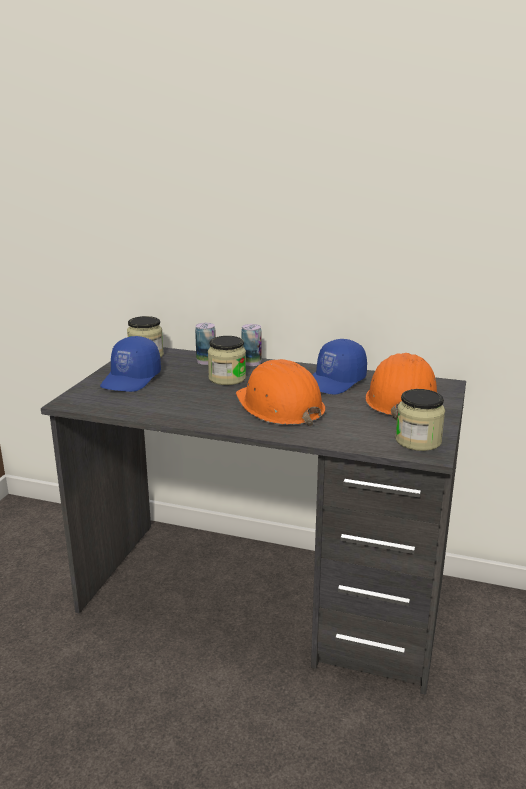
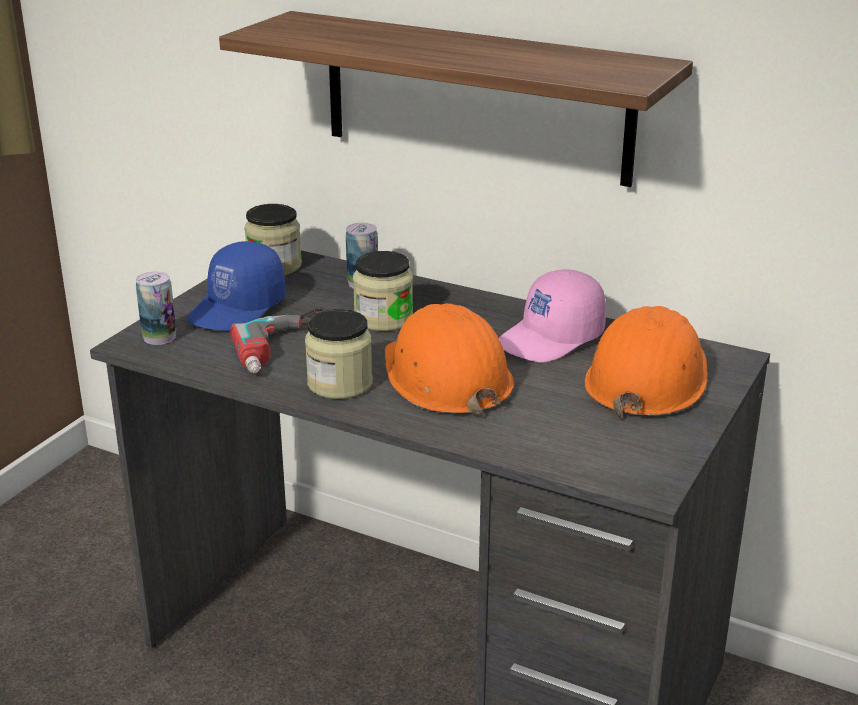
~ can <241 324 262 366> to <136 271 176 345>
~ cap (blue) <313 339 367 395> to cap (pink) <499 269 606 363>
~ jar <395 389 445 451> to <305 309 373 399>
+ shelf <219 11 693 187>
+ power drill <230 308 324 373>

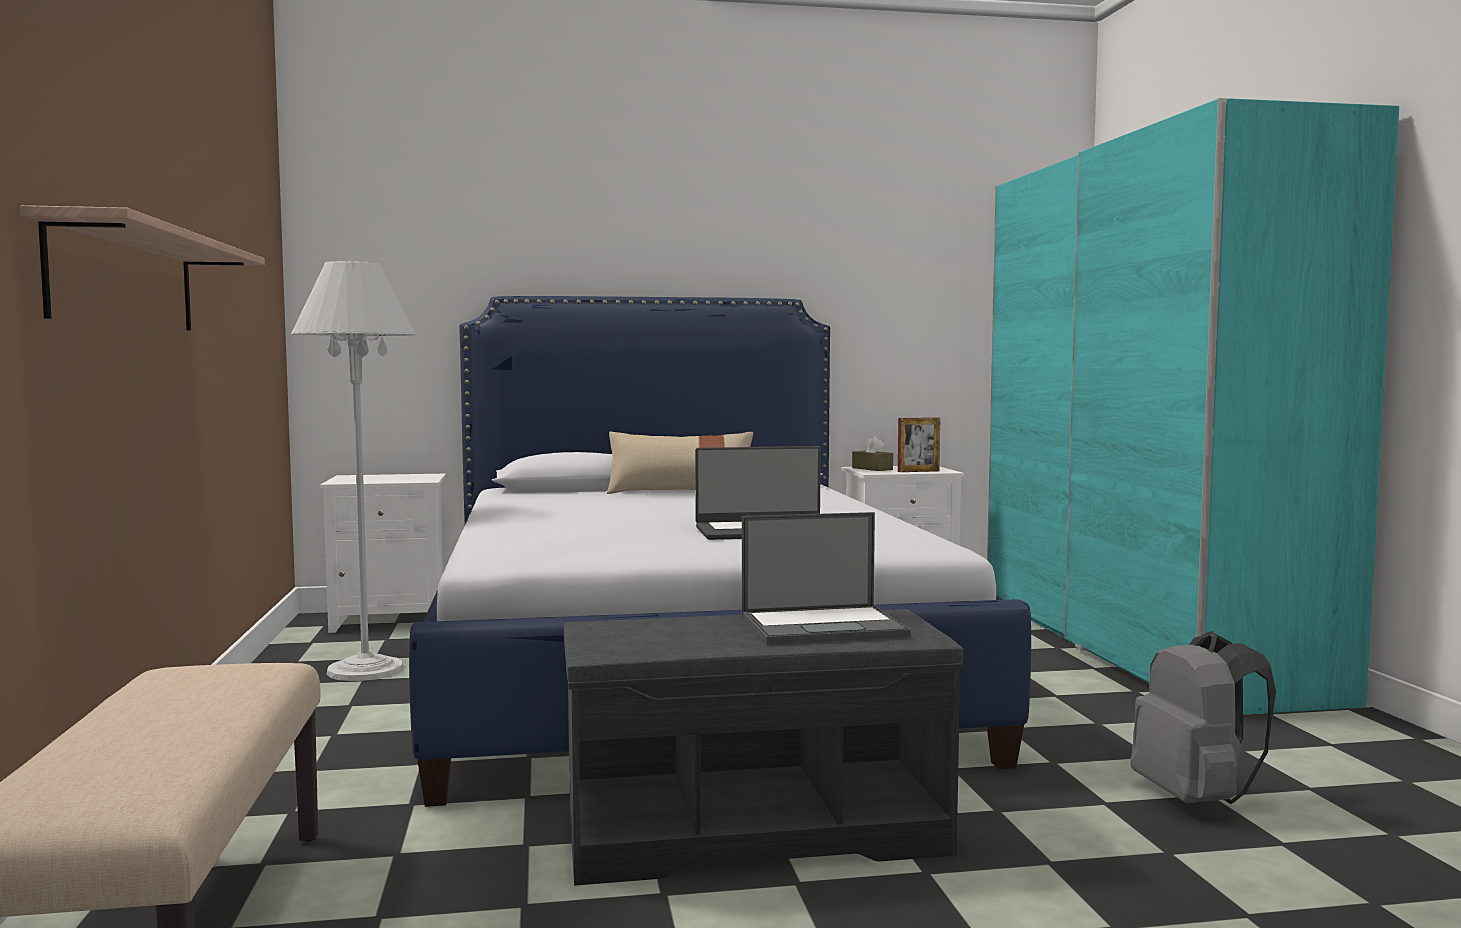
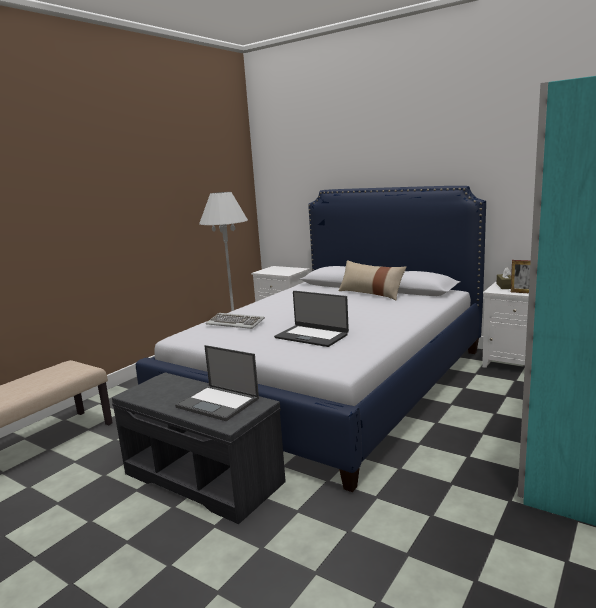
- shelf <20 205 265 331>
- backpack (grey) <1130 631 1276 804>
+ keyboard <206 313 265 329>

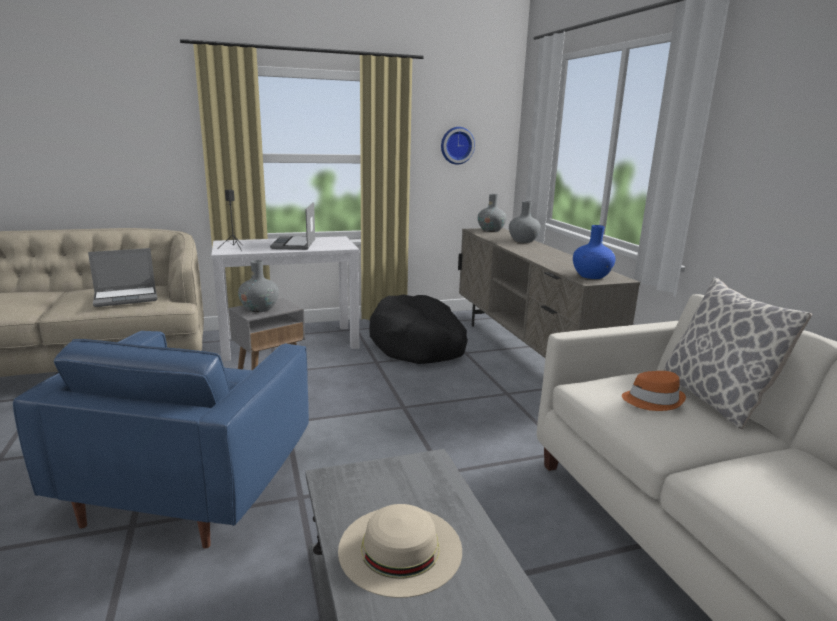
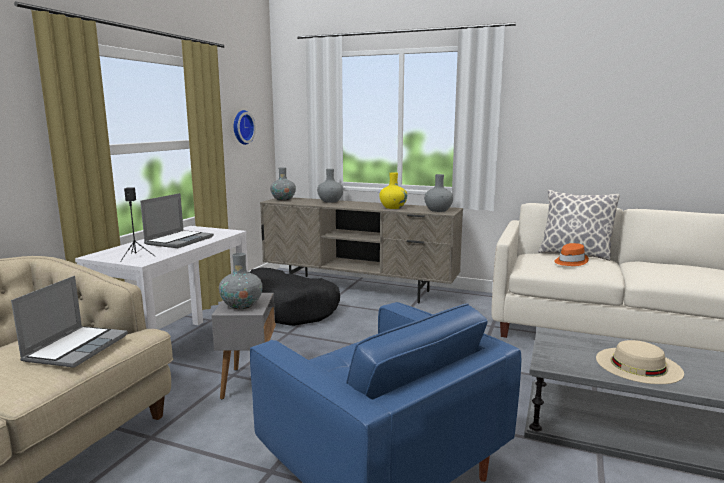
~ laptop <270 202 315 250> = <140 193 214 248> 105 degrees counterclockwise
~ vase (blue) <573 225 615 279> to vase (grey) <424 174 453 212>
+ vase (yellow) <379 172 407 209>

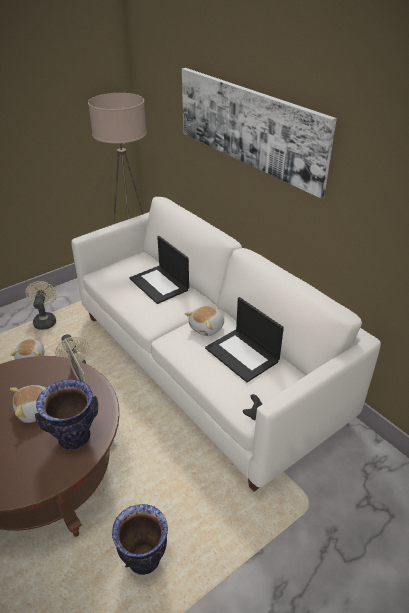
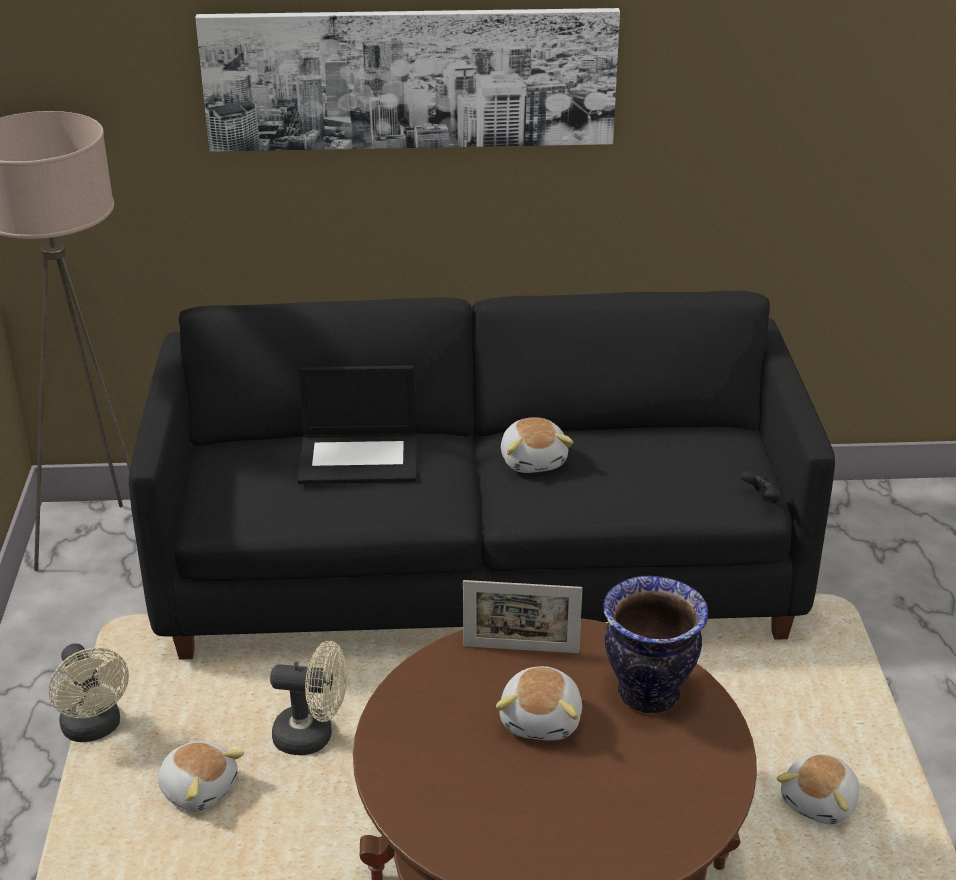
~ sofa (white) <71 197 381 492> to sofa (black) <129 291 835 660>
~ fan (beige) <26 281 56 330> = <49 643 129 742> 150 degrees counterclockwise
- laptop <205 297 284 382>
~ vase <112 504 168 575> to plush toy <777 754 859 825>

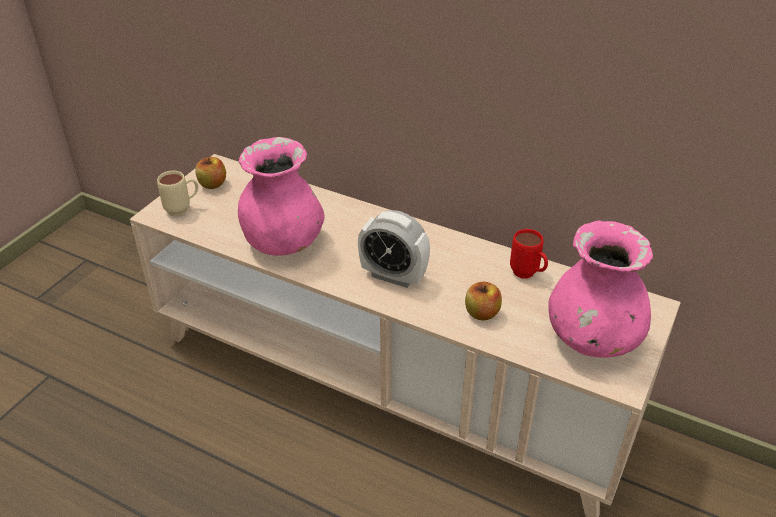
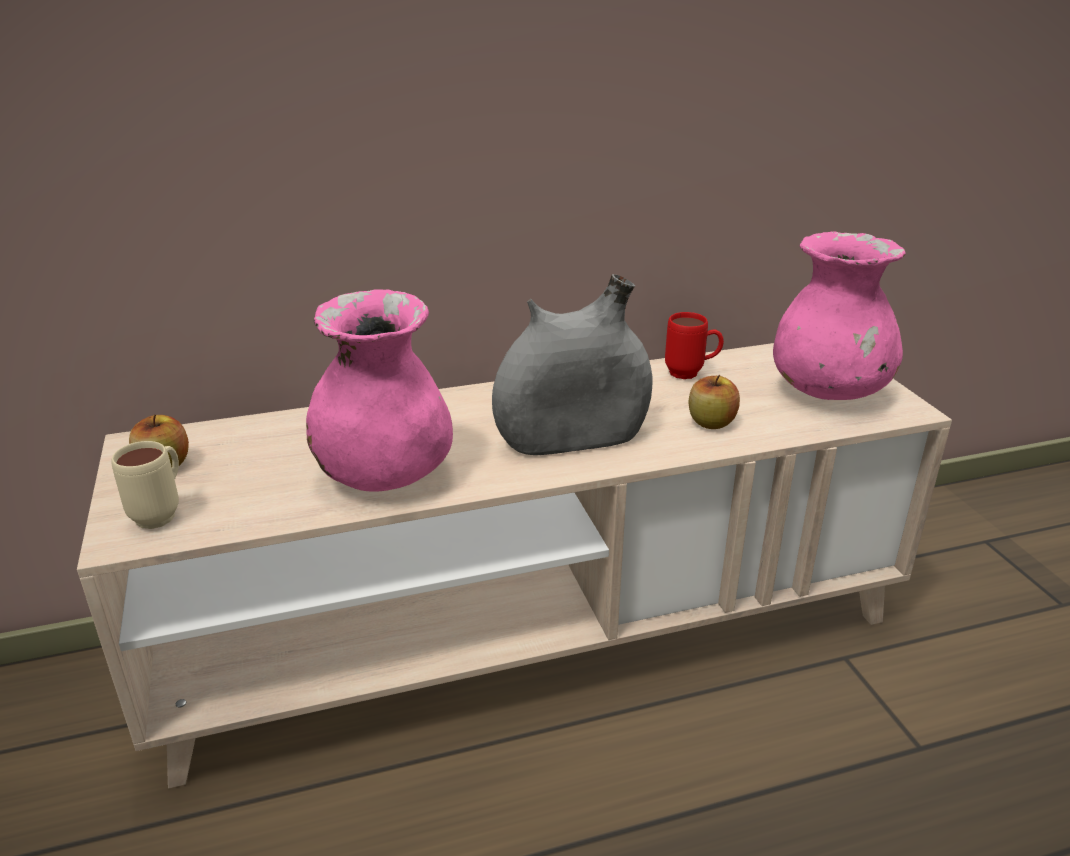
~ alarm clock <358 210 430 288> to vase (grey) <492 274 652 455>

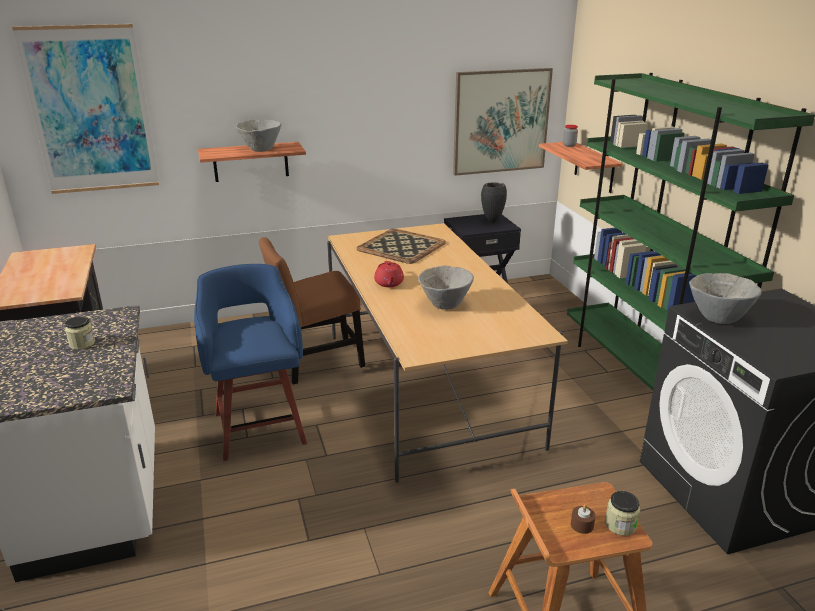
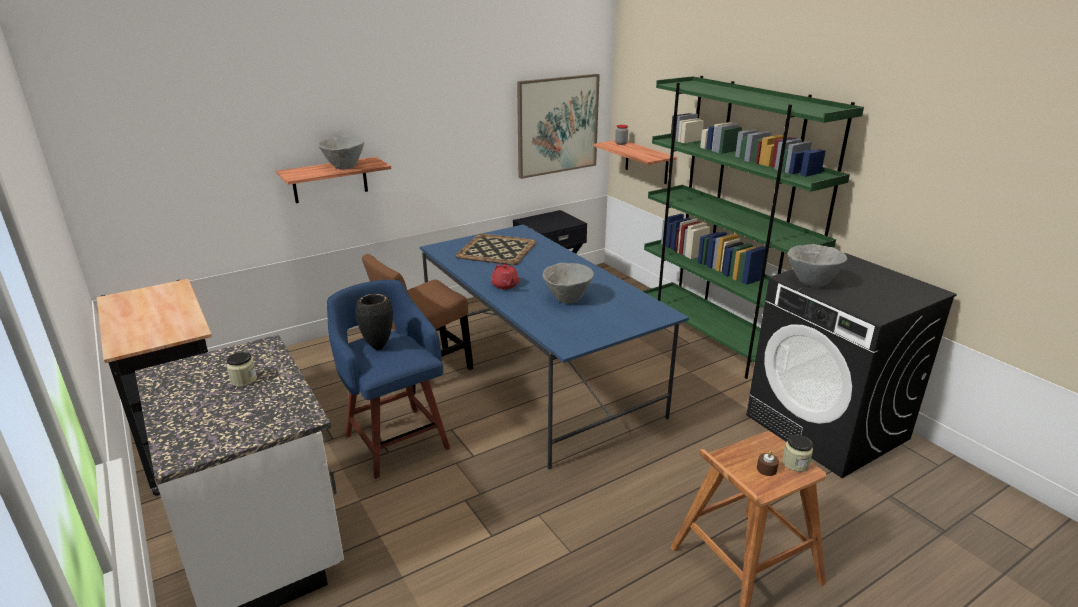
- picture <12 24 159 194>
~ vase (black) <481 182 507 223> to <355 294 393 350>
~ dining table (beige) <327 223 568 483> to dining table (blue) <420 224 689 469>

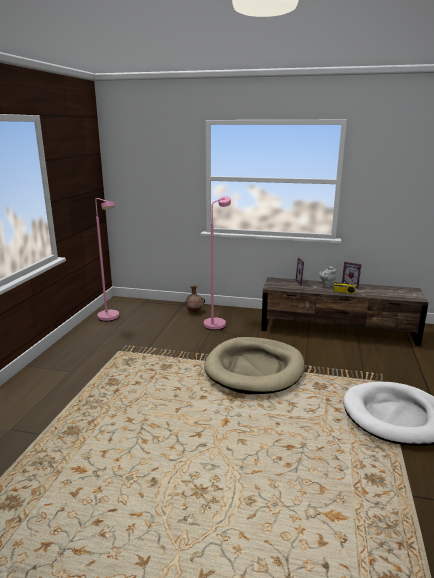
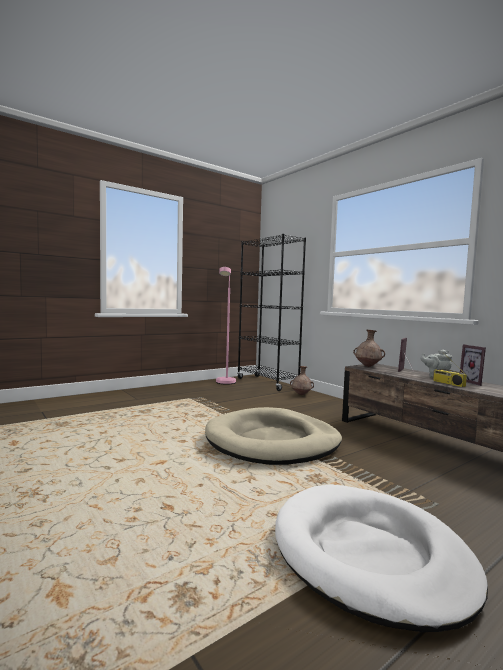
- floor lamp (pink) <204 196 231 330>
+ bookcase (black) <237 234 306 391>
+ vase (brown) <353 330 385 367>

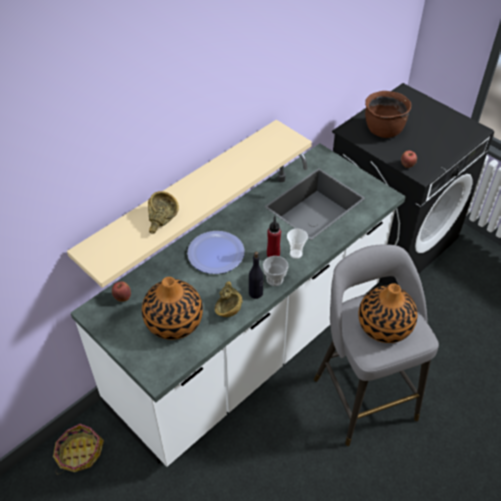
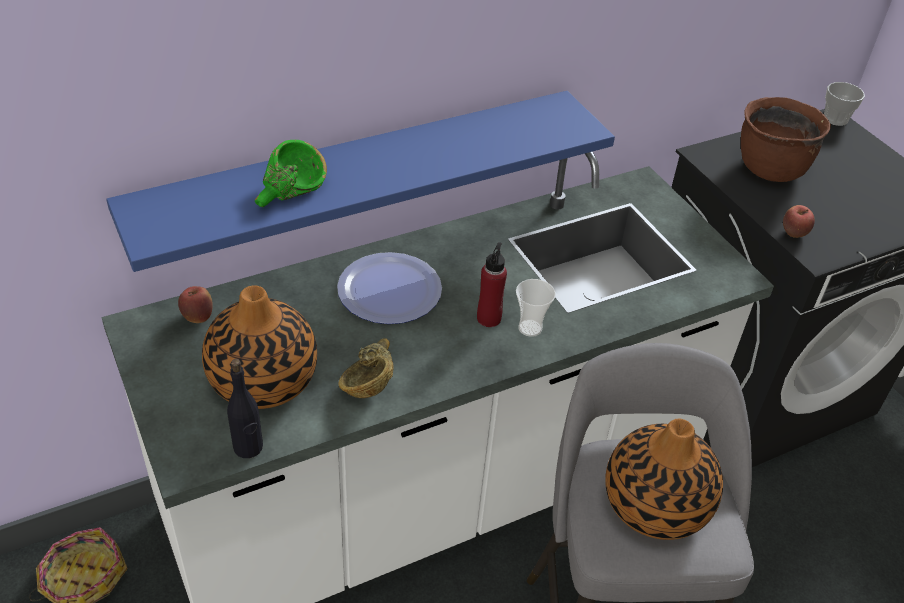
~ shelf (beige) <67 120 312 288> to shelf (blue) <106 91 615 272>
~ bowl (brown) <148 191 179 234> to bowl (green) <255 140 327 207>
~ bottle (black) <249 251 264 299> to <227 359 263 458>
~ cup <263 256 288 286> to <824 82 865 126>

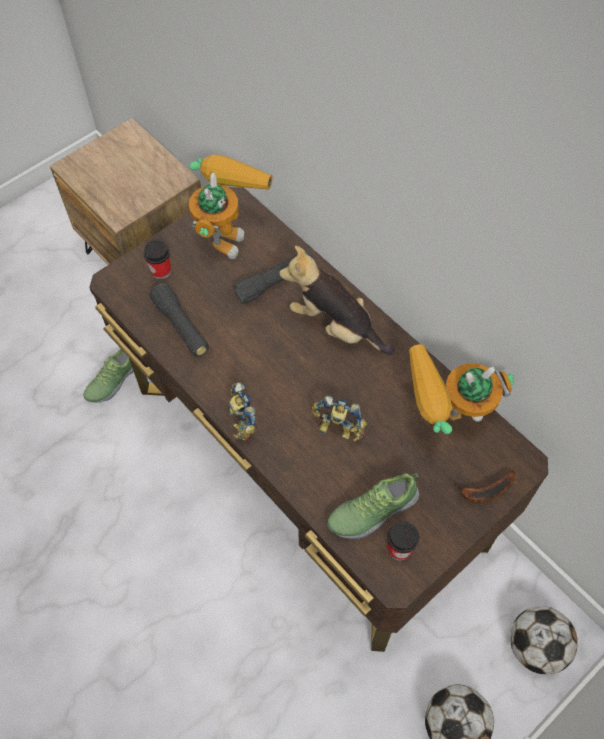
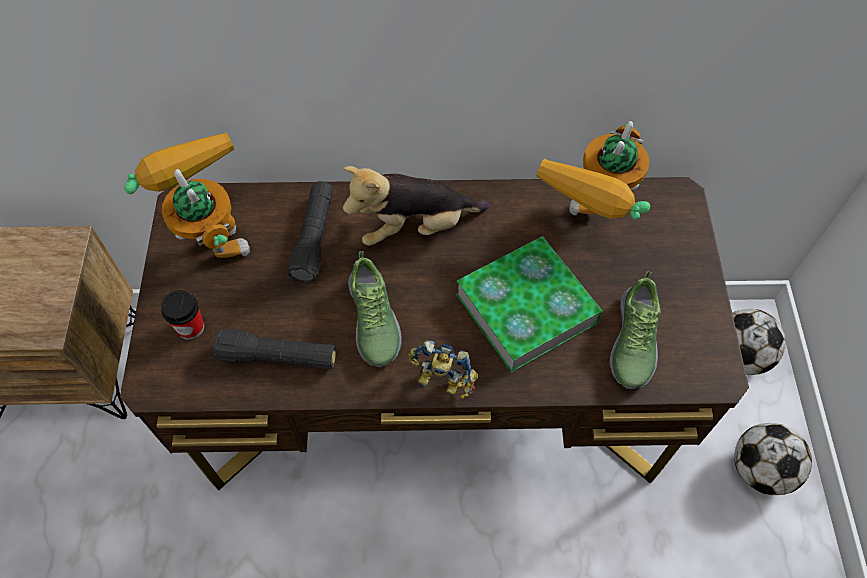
~ shoe <83 349 134 403> to <348 251 402 367>
~ toy robot <312 396 367 442> to book <456 237 603 373>
- banana <452 470 515 502>
- cup <387 521 419 561>

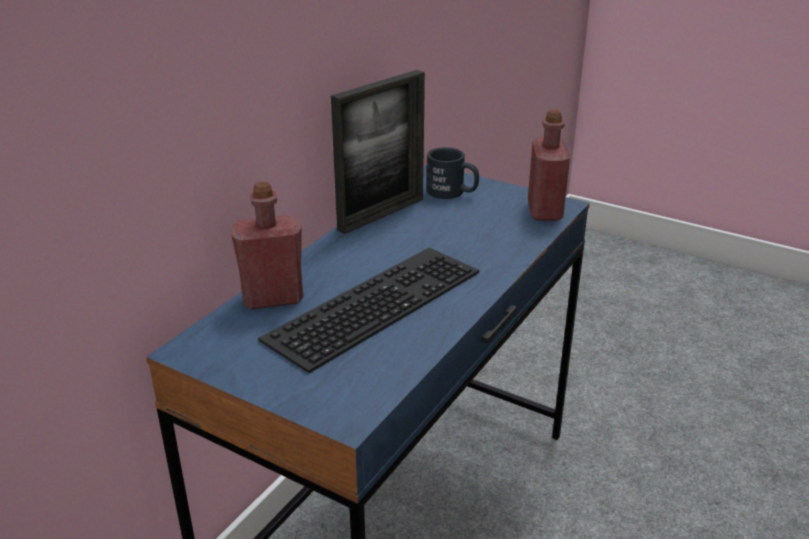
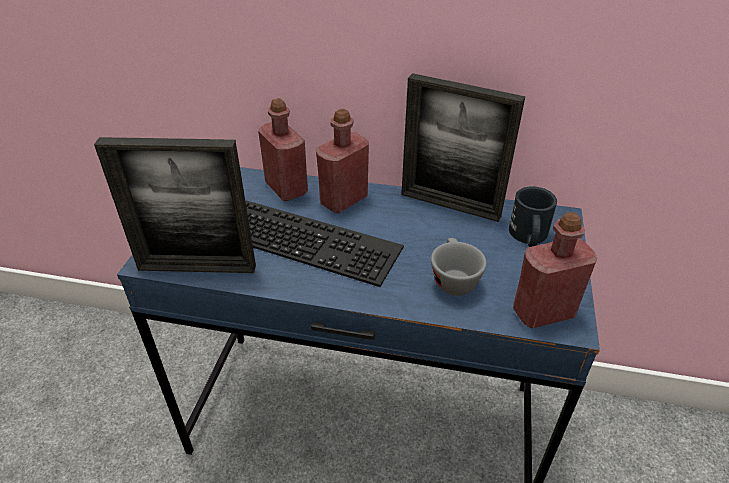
+ bottle (red) <316 109 369 213>
+ picture frame <94 137 256 273>
+ cup (grey) <431 238 487 296>

